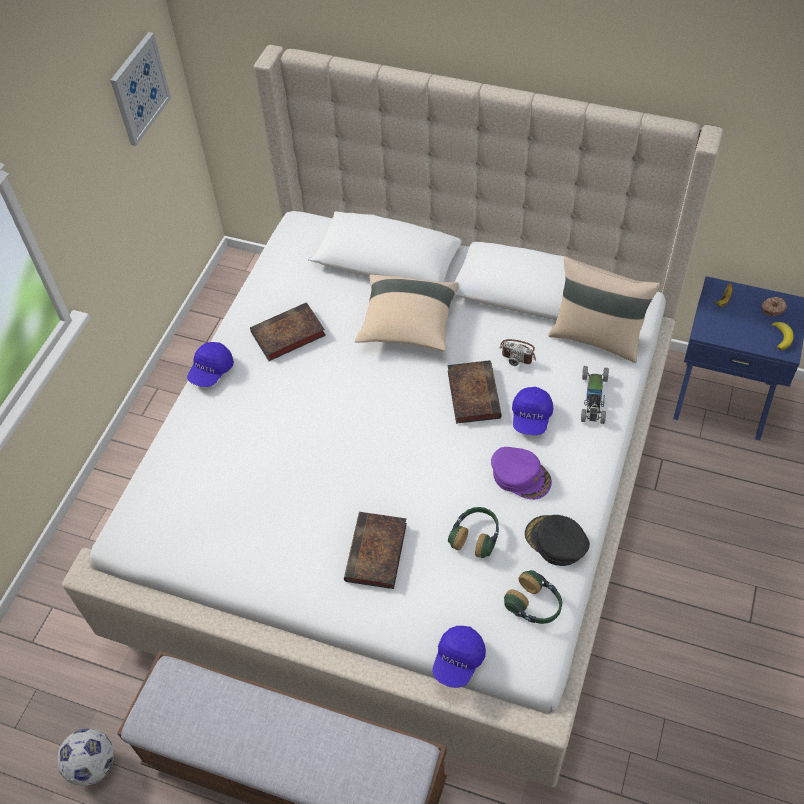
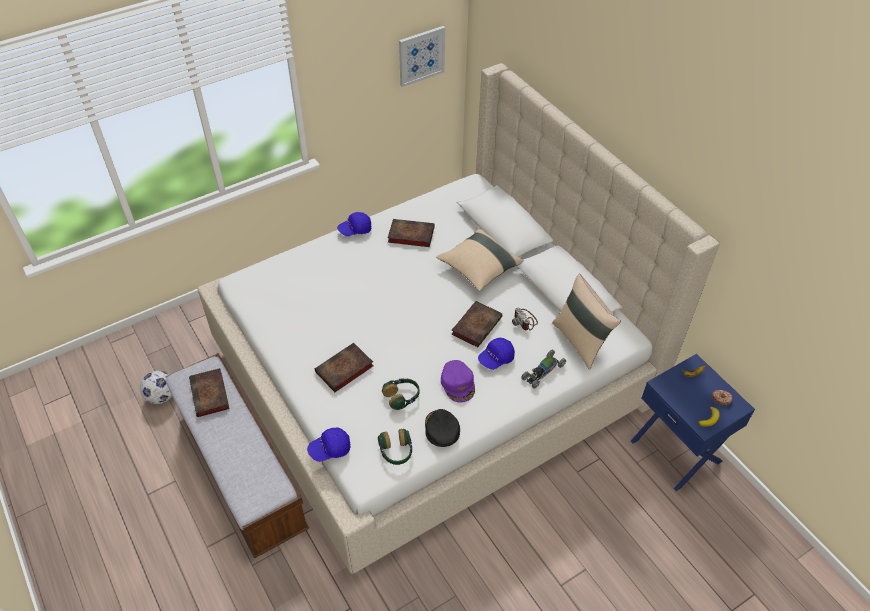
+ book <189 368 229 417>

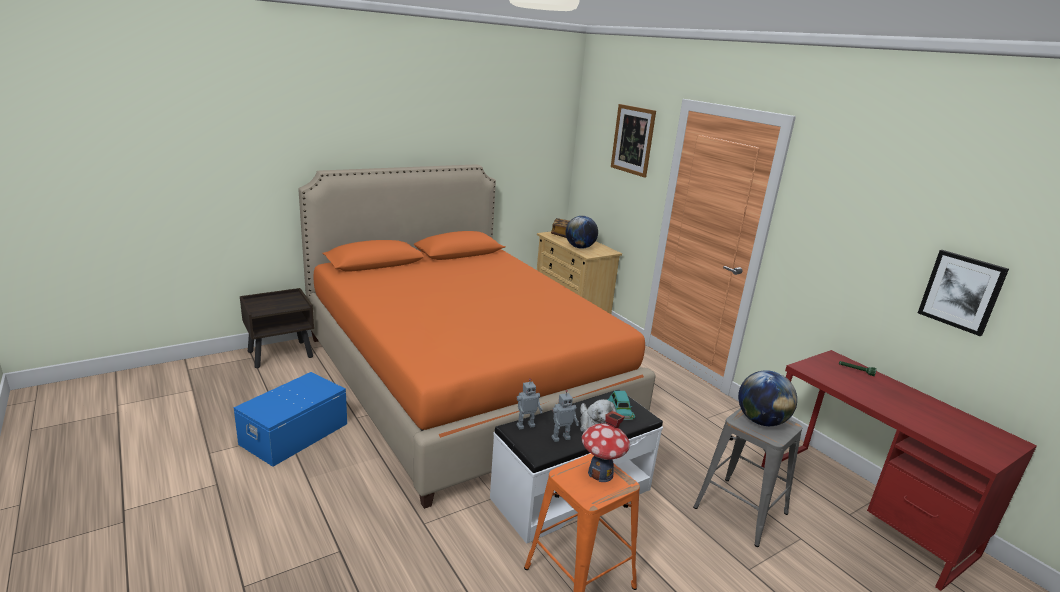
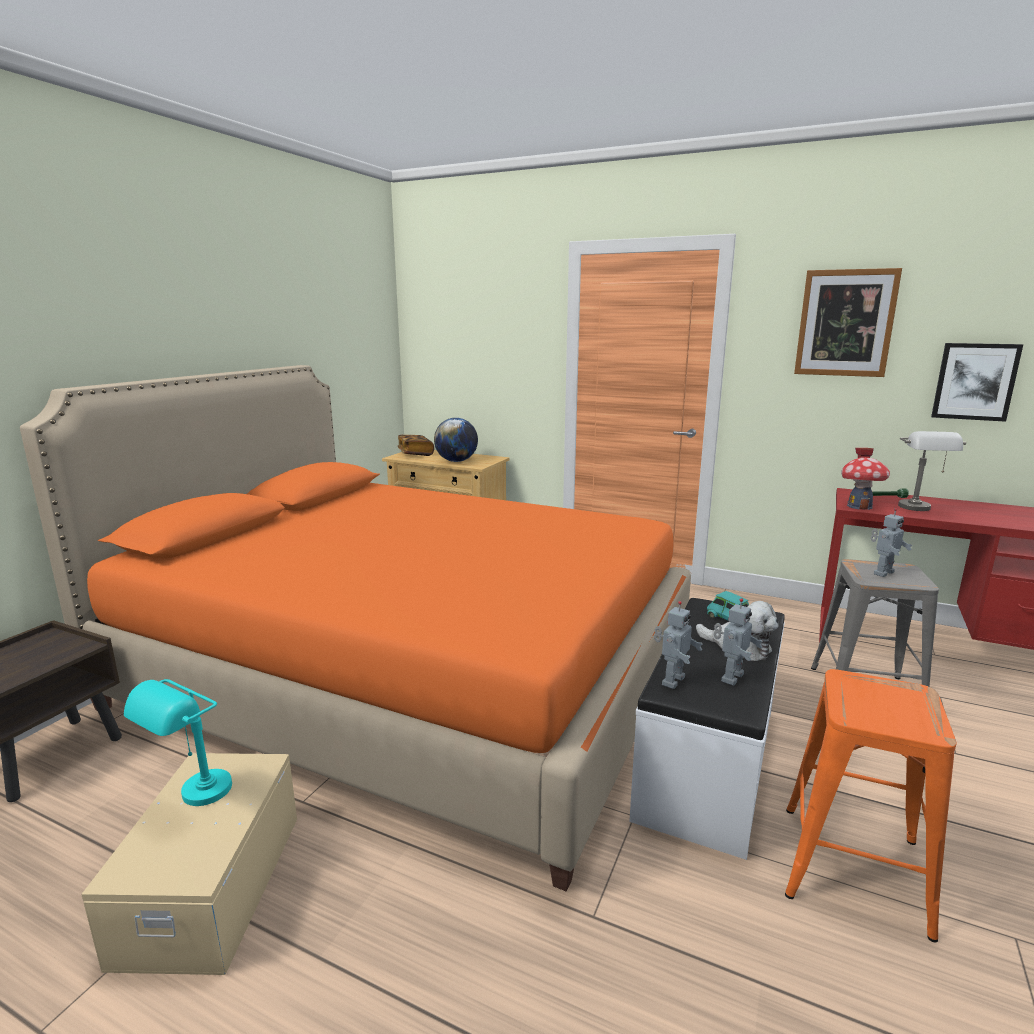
~ picture <611 104 656 178> to <794 268 902 377>
~ globe <738 370 797 426> to toy robot <871 508 912 577>
~ storage box (blue) <234 372 347 467> to storage box (beige) <81 753 297 975>
~ toy house <582 411 630 482> to <841 448 890 510>
+ table lamp (grey) <898 431 966 511>
+ table lamp (turquoise) <124 679 232 806>

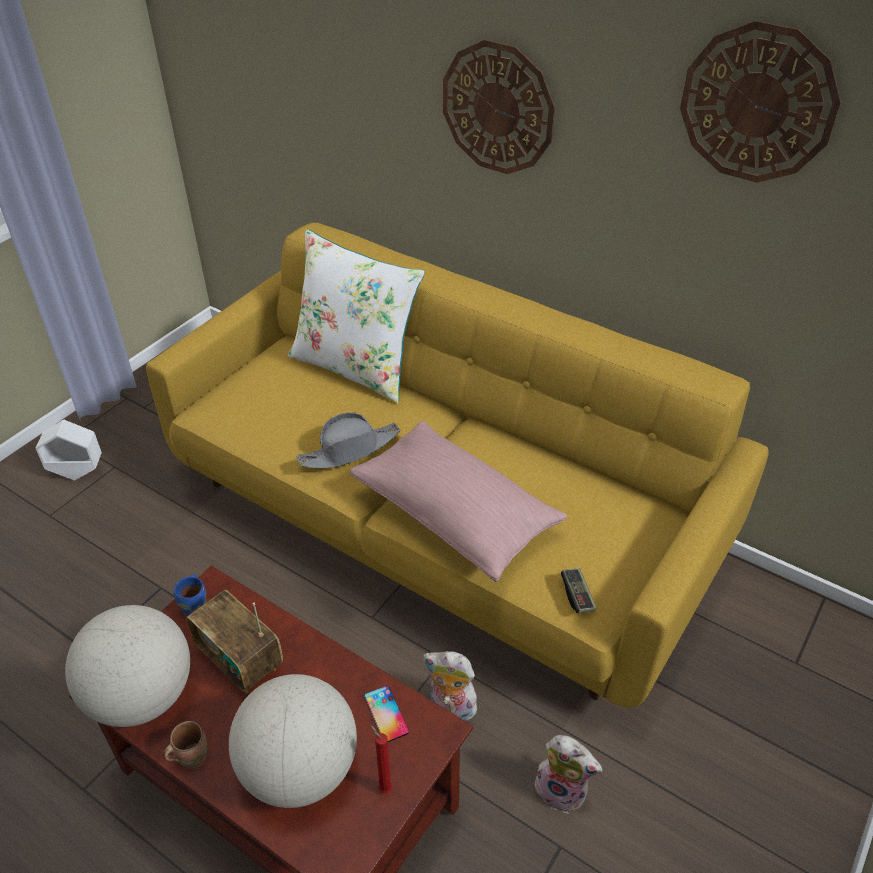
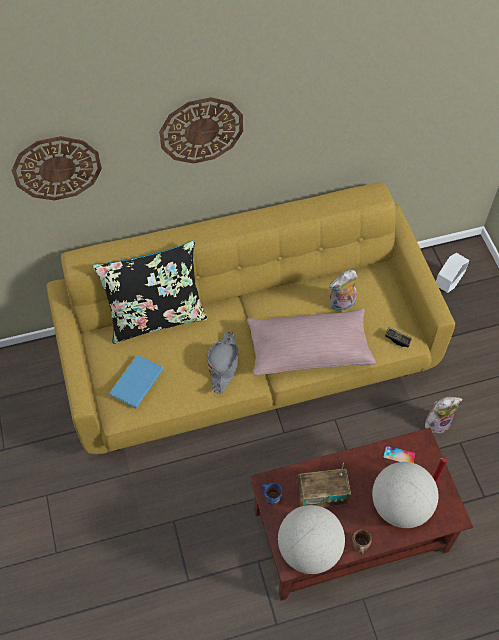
~ wall clock <680 21 841 183> to <12 136 102 200>
~ pillow (white) <288 229 425 404> to pillow (black) <93 240 208 344>
~ planter (white) <36 420 102 480> to <436 253 469 293>
~ plush toy <423 651 477 721> to <329 270 357 312>
+ book (blue) <110 355 164 408>

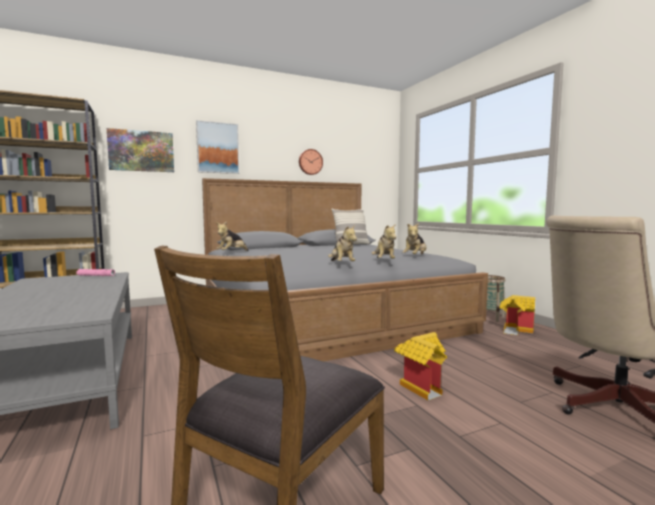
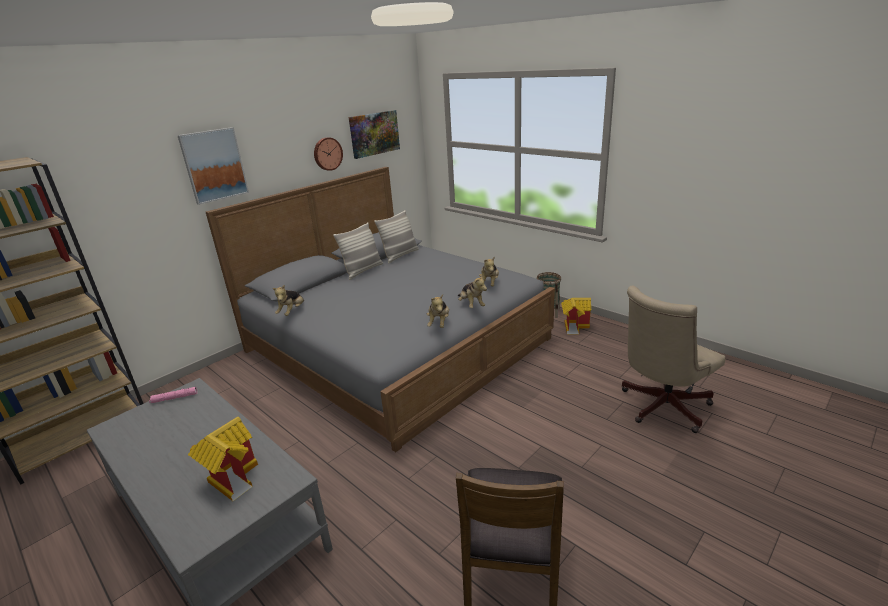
~ picture <107 128 174 172> to <349 110 400 159>
~ plush toy <328 225 357 261> = <427 294 449 328> 45 degrees clockwise
~ toy house <394 332 447 400> to <188 417 258 501>
+ pillow <333 222 383 280>

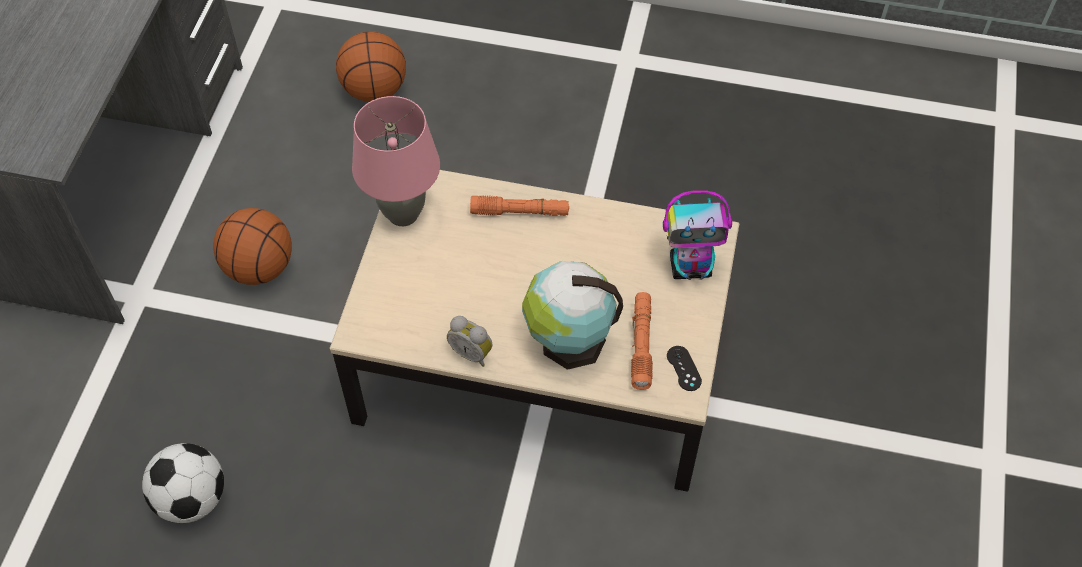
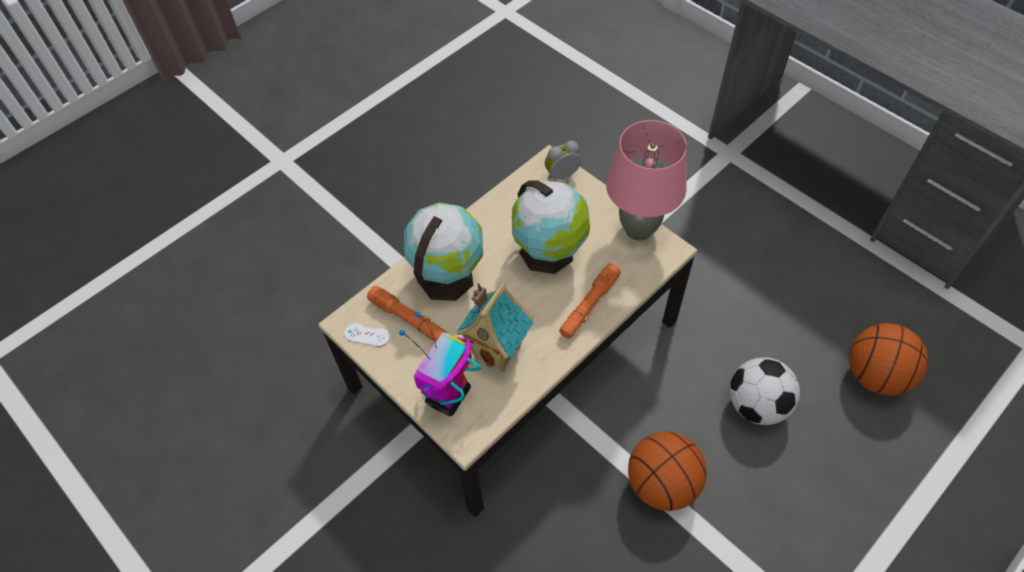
~ basketball <213 208 292 285> to <628 431 707 511>
~ alarm clock <447 316 492 367> to <545 140 581 184>
~ game controller (black) <667 346 702 391> to game controller (white) <345 323 390 347>
~ football <142 443 224 523> to <730 357 800 425>
+ globe <512 180 590 274>
+ toy house <457 282 534 372>

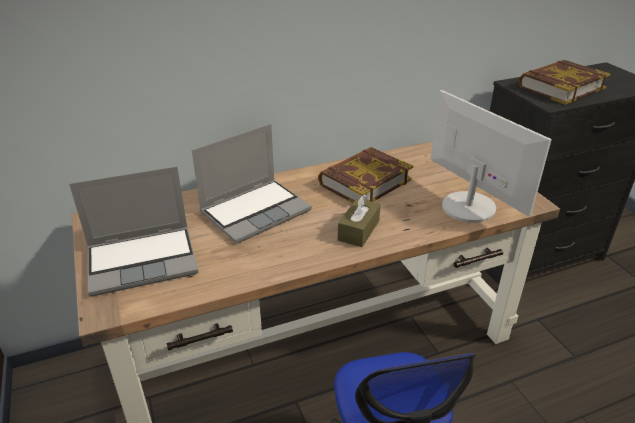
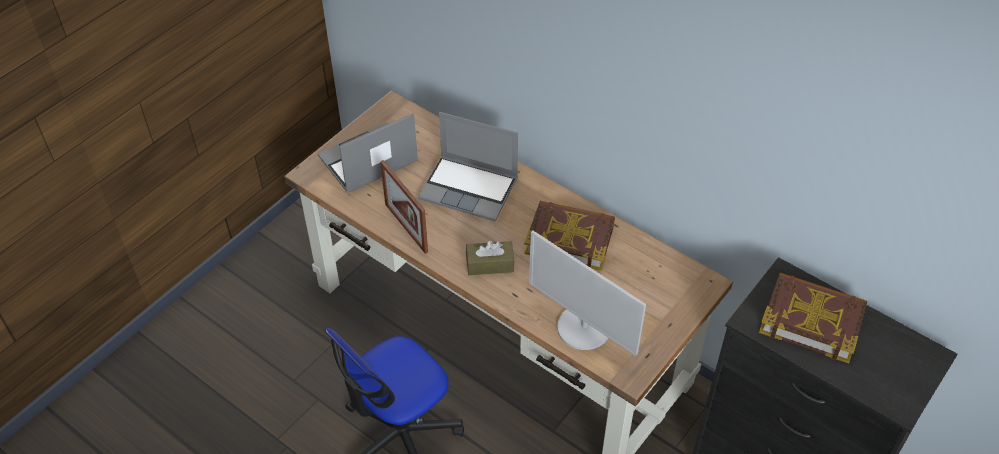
~ monitor <431 90 552 223> = <529 230 646 356> 105 degrees clockwise
~ laptop <69 166 198 296> = <318 113 418 193> 105 degrees clockwise
+ picture frame <380 160 428 254>

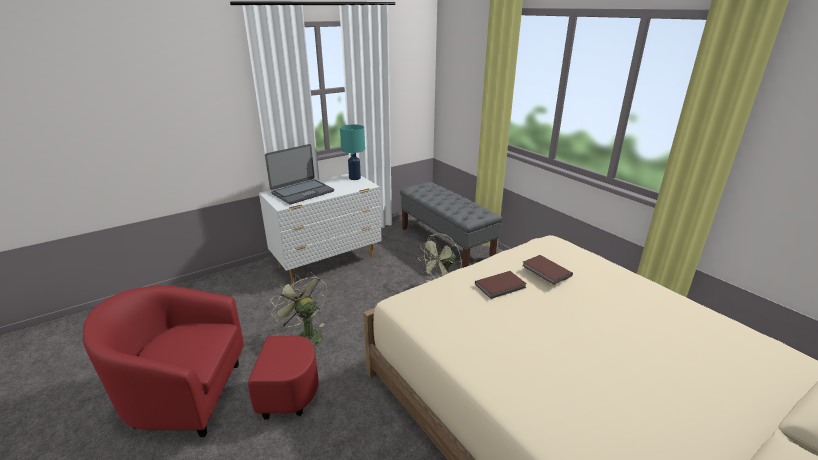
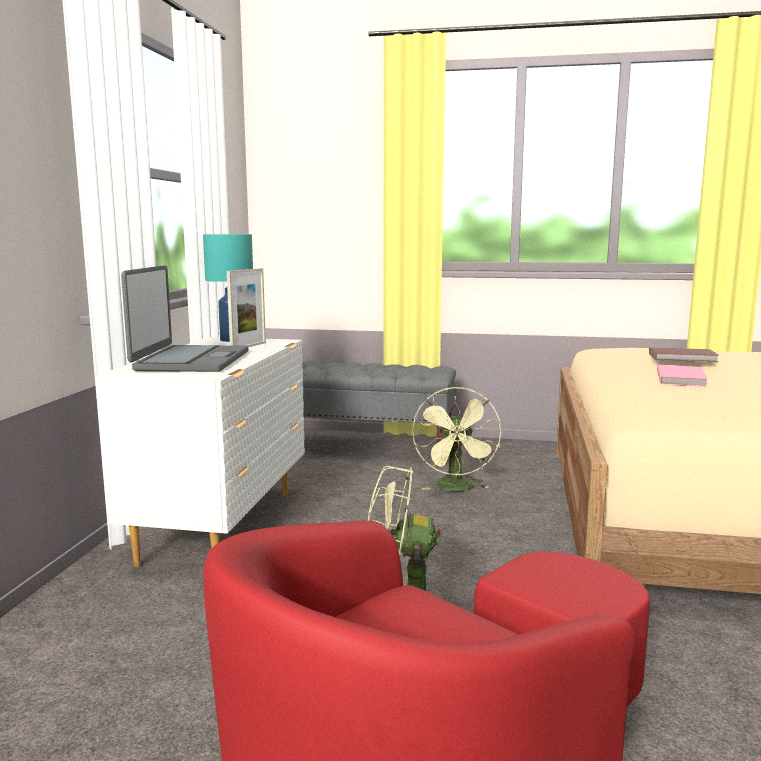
~ book (brown) <475 271 527 299> to book (pink) <657 365 707 387>
+ picture frame <227 268 266 347>

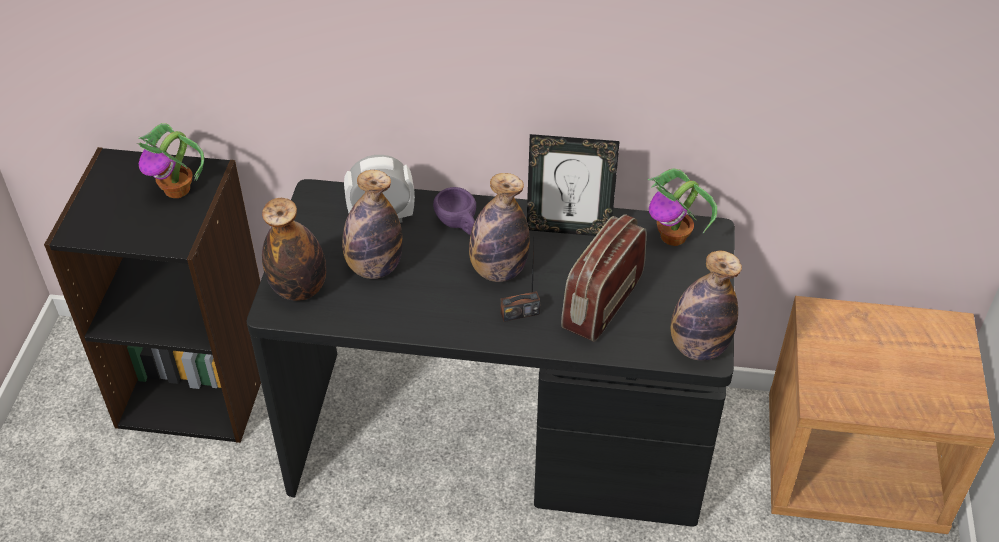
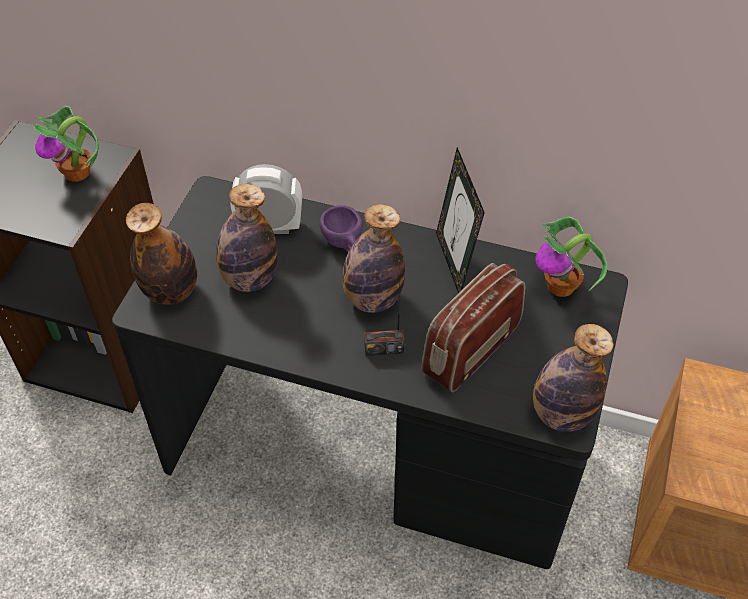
~ picture frame <527 134 620 236> = <436 147 485 293> 60 degrees clockwise

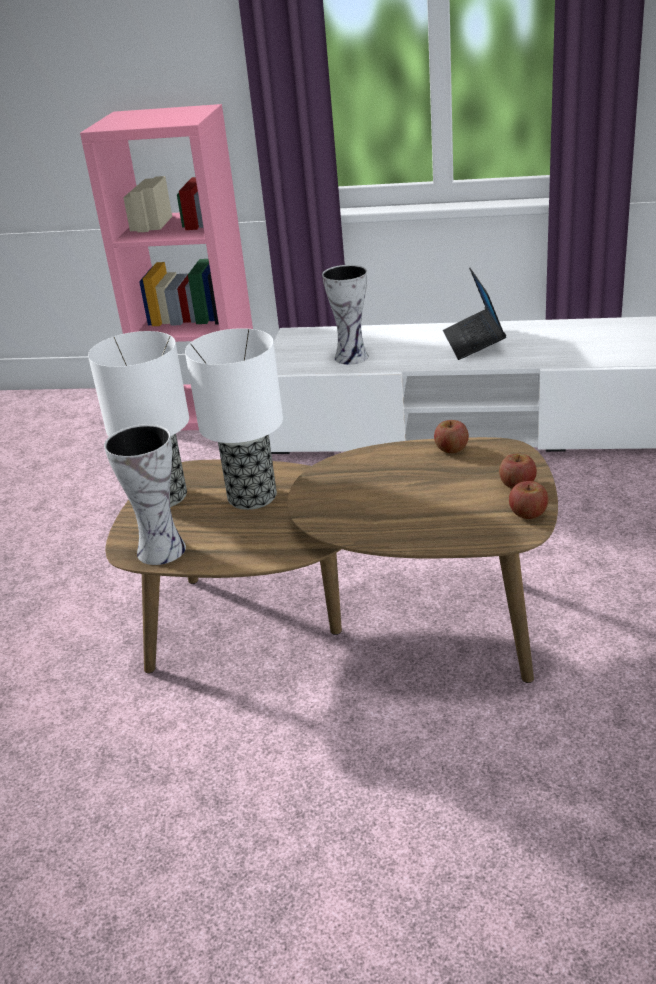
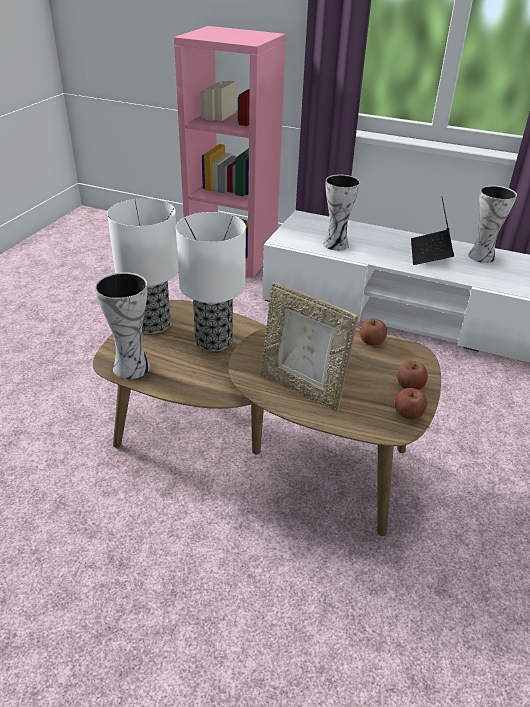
+ vase <468 186 517 263>
+ picture frame <261 282 358 412>

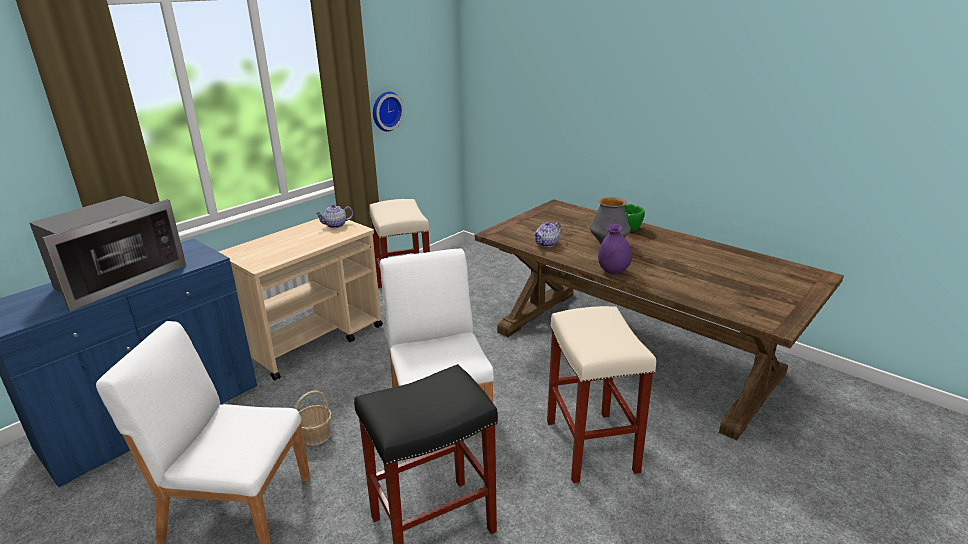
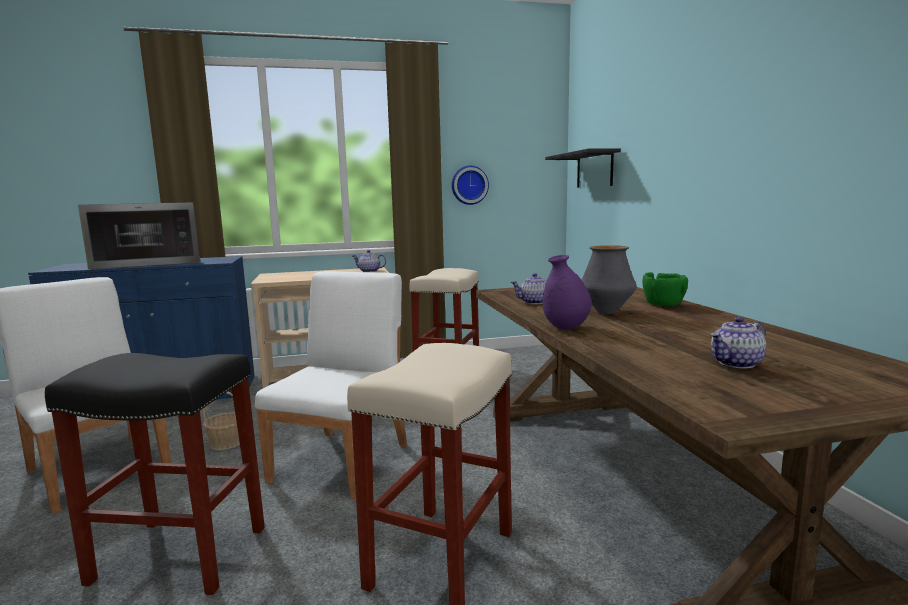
+ shelf (black) <545 148 621 188>
+ teapot <710 317 766 368>

